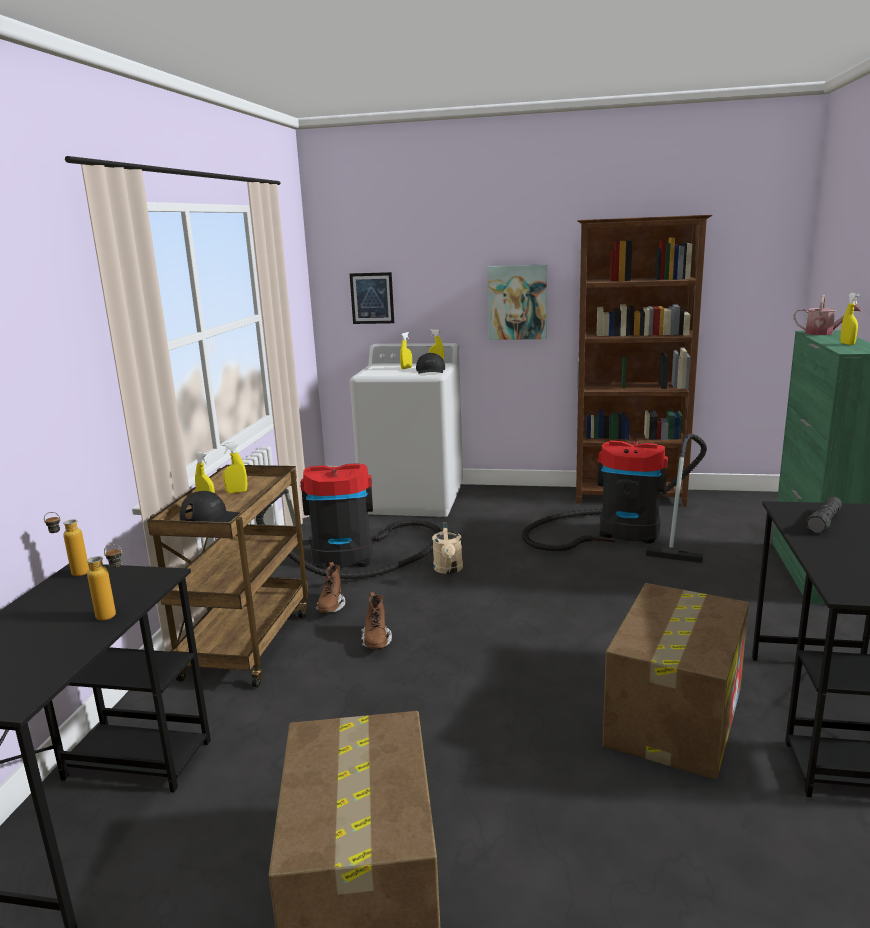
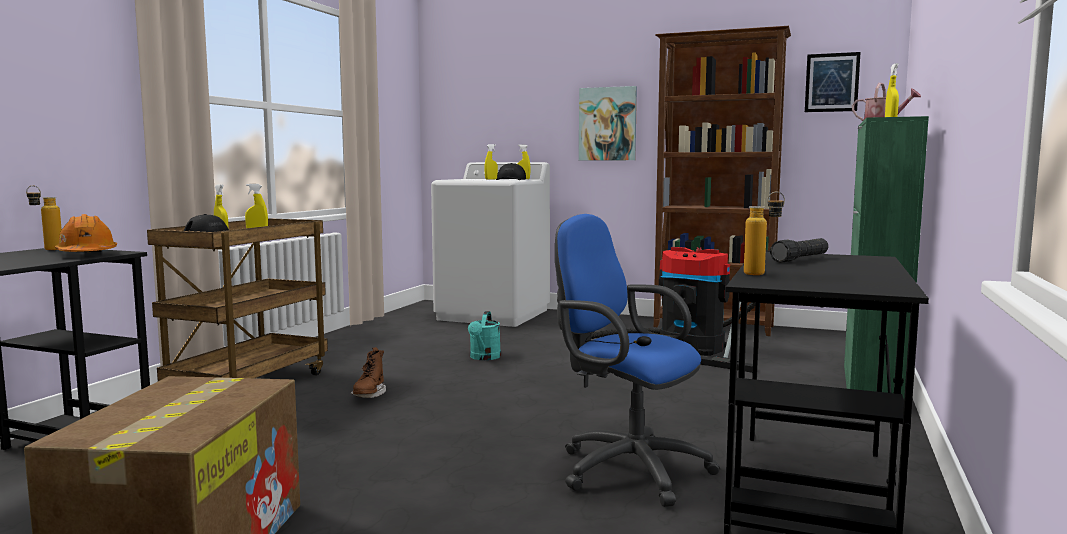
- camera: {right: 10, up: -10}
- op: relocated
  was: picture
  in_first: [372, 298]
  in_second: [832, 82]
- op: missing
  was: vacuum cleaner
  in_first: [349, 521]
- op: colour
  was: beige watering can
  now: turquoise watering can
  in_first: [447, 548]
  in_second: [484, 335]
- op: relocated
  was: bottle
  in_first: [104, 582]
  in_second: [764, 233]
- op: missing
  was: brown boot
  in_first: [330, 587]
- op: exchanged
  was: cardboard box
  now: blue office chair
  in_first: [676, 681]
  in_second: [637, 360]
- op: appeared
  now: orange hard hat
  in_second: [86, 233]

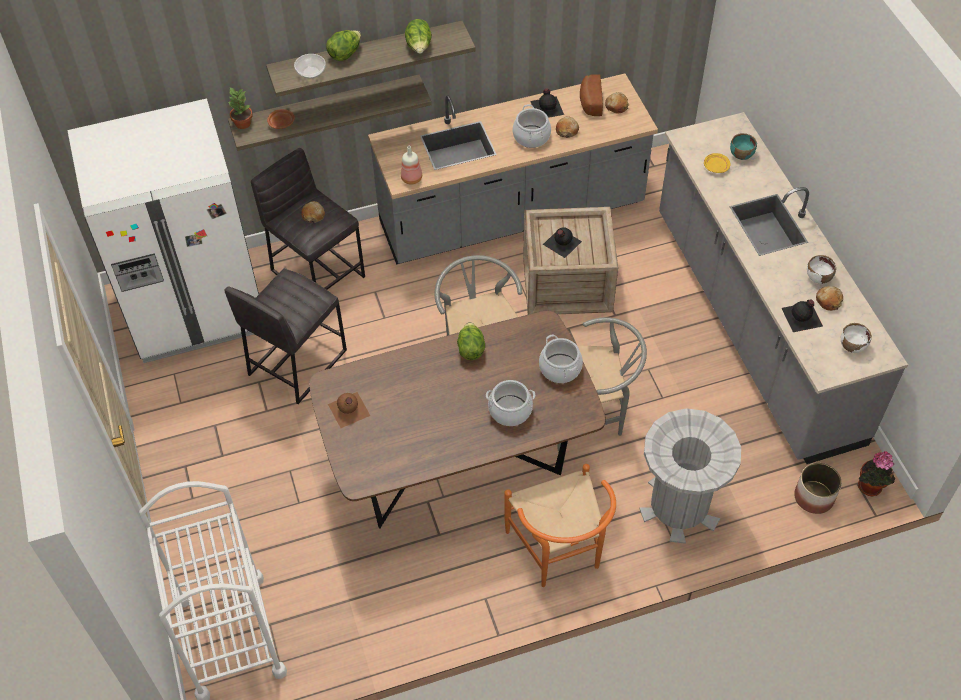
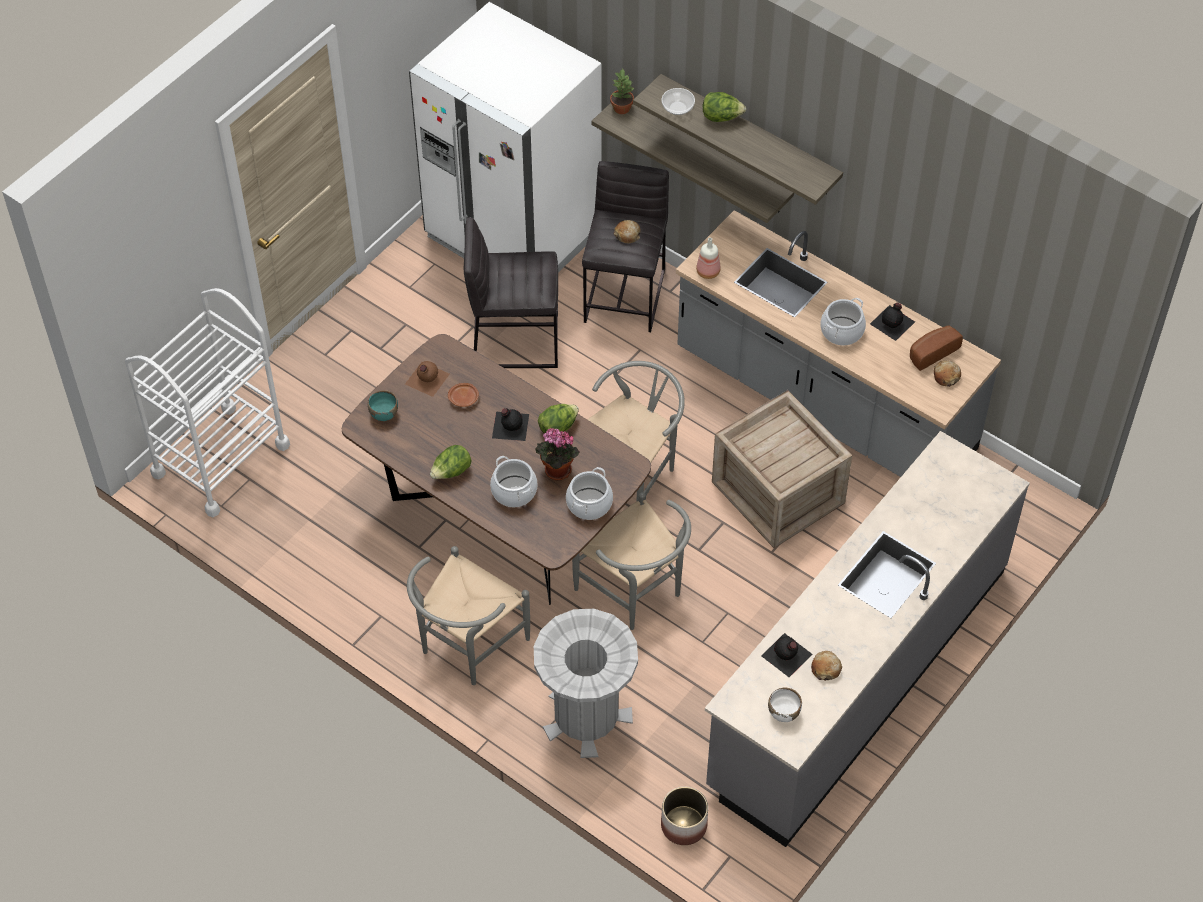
- camera: {right: 55, up: 0}
- op: relocated
  was: lettuce
  in_first: [418, 36]
  in_second: [451, 462]
- op: relocated
  was: brown plate
  in_first: [281, 119]
  in_second: [463, 395]
- op: missing
  was: bread
  in_first: [567, 127]
- op: relocated
  was: turquoise bowl
  in_first: [743, 146]
  in_second: [383, 405]
- op: missing
  was: yellow plate
  in_first: [717, 163]
- op: relocated
  was: black bottle
  in_first: [562, 242]
  in_second: [510, 424]
- op: missing
  was: white bowl
  in_first: [821, 269]
- op: relocated
  was: potted plant
  in_first: [876, 474]
  in_second: [557, 454]
- op: colour
  was: orange chair
  now: grey chair
  in_first: [560, 525]
  in_second: [468, 615]

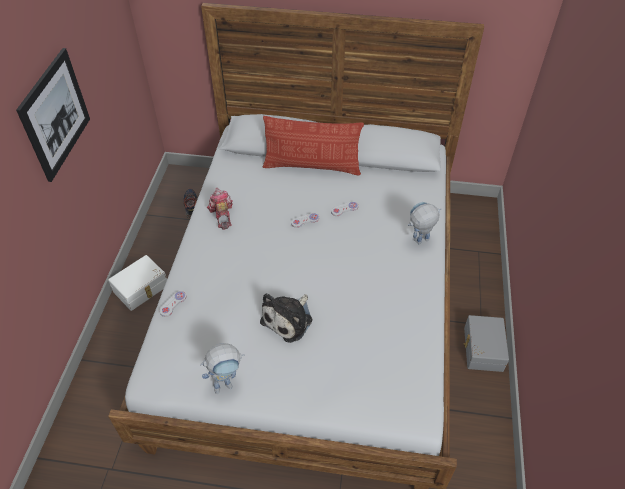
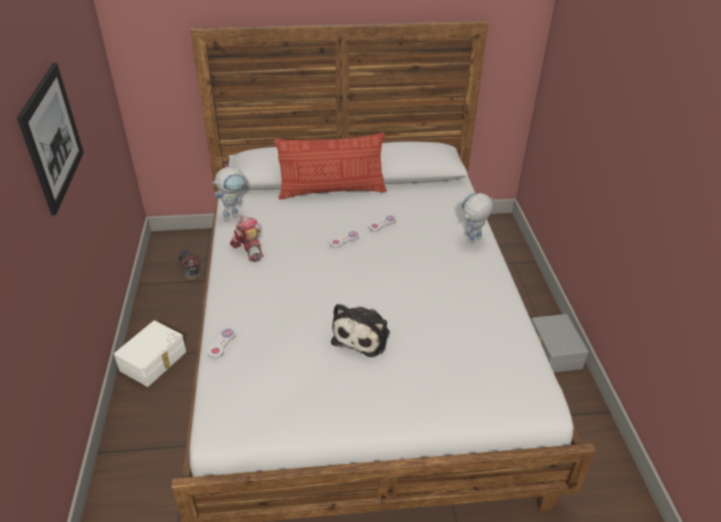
- camera: {right: -15, up: -10}
- op: relocated
  was: toy robot
  in_first: [222, 368]
  in_second: [229, 194]

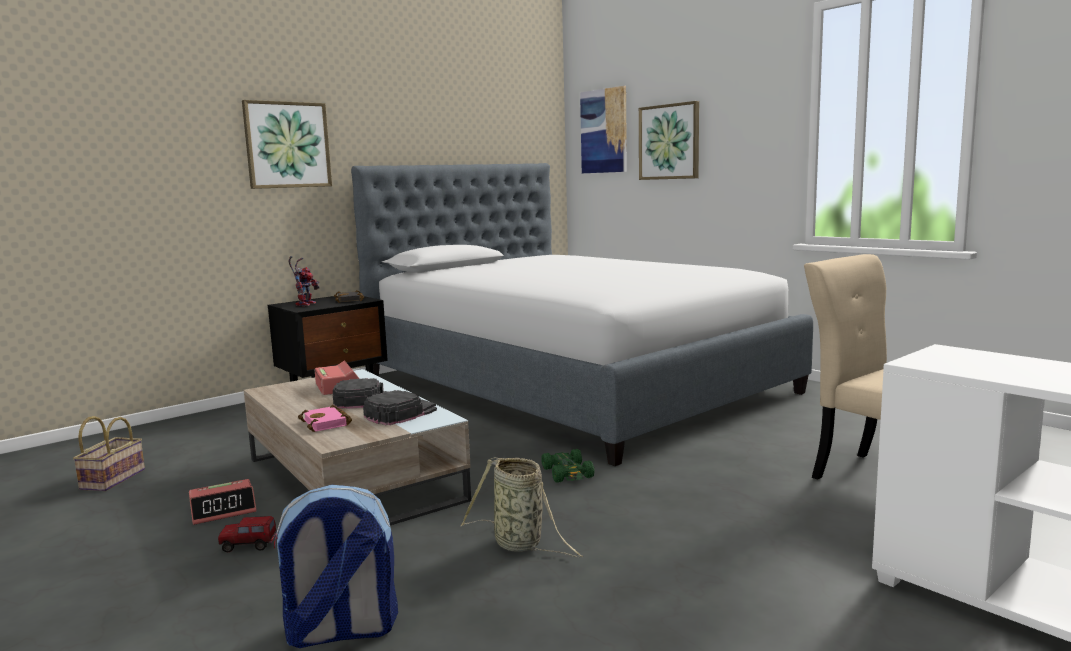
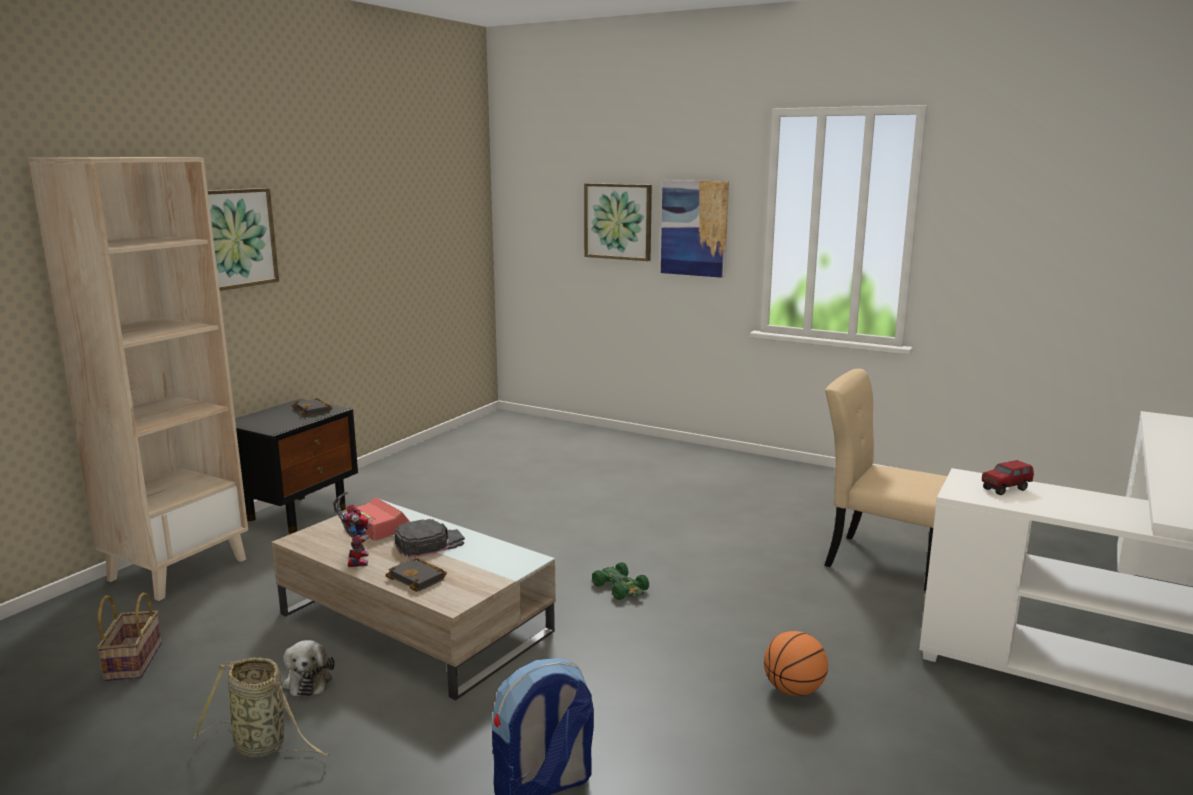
- camera: {right: -20, up: 5}
- op: relocated
  was: picture
  in_first: [603, 129]
  in_second: [695, 229]
- op: missing
  was: bed
  in_first: [582, 314]
- op: relocated
  was: toy robot
  in_first: [304, 281]
  in_second: [351, 529]
- op: missing
  was: black cap
  in_first: [400, 407]
- op: colour
  was: pink book
  now: black book
  in_first: [325, 418]
  in_second: [416, 574]
- op: relocated
  was: basket
  in_first: [522, 507]
  in_second: [261, 707]
- op: exchanged
  was: alarm clock
  now: plush toy
  in_first: [223, 502]
  in_second: [308, 669]
- op: relocated
  was: toy truck
  in_first: [247, 534]
  in_second: [1008, 477]
- op: appeared
  now: beige bookcase
  in_second: [138, 379]
- op: appeared
  now: basketball
  in_second: [796, 663]

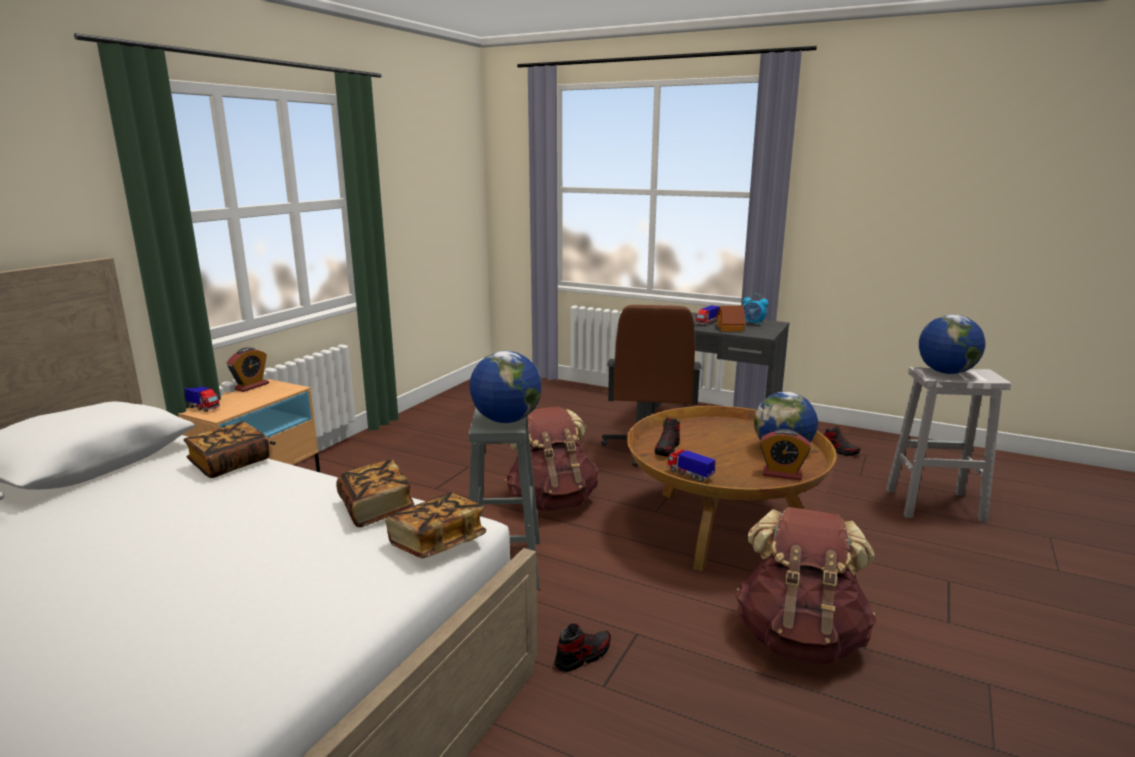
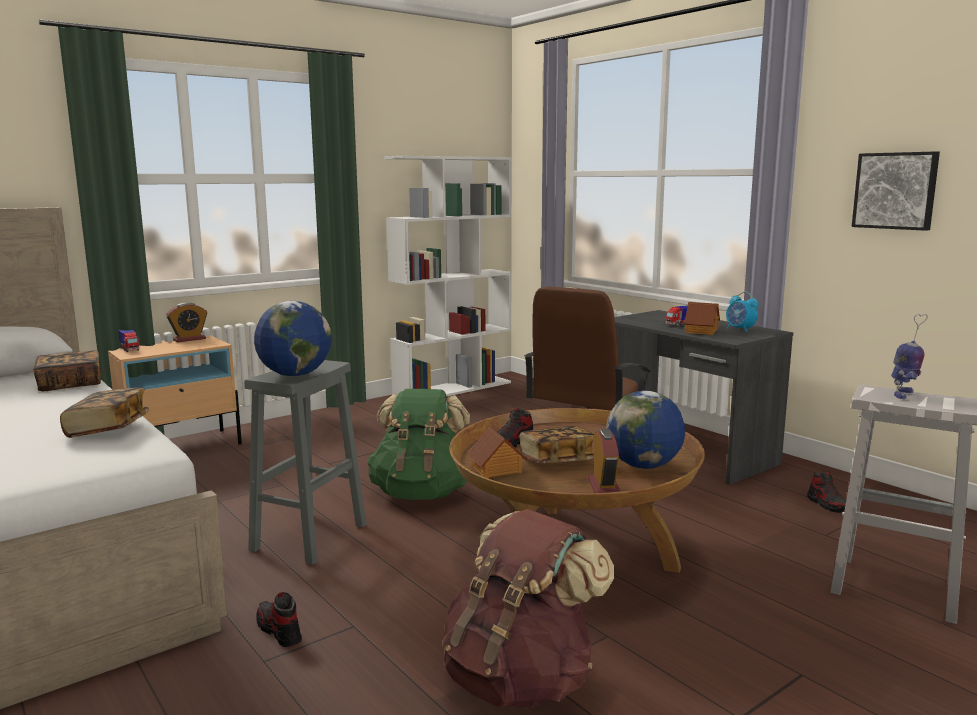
- camera: {right: 25, up: -5}
- op: exchanged
  was: globe
  now: toy robot
  in_first: [952, 344]
  in_second: [909, 356]
- op: colour
  was: brown backpack
  now: green backpack
  in_first: [552, 458]
  in_second: [418, 444]
- op: spun
  was: alarm clock
  in_first: [785, 454]
  in_second: [604, 461]
  clockwise: -135
- op: exchanged
  was: toy truck
  now: toy house
  in_first: [691, 465]
  in_second: [497, 452]
- op: relocated
  was: book
  in_first: [436, 525]
  in_second: [556, 444]
- op: spun
  was: shoe
  in_first: [582, 647]
  in_second: [279, 619]
  clockwise: -120
- op: appeared
  now: picture
  in_second: [896, 191]
- op: appeared
  now: white bookcase
  in_second: [448, 276]

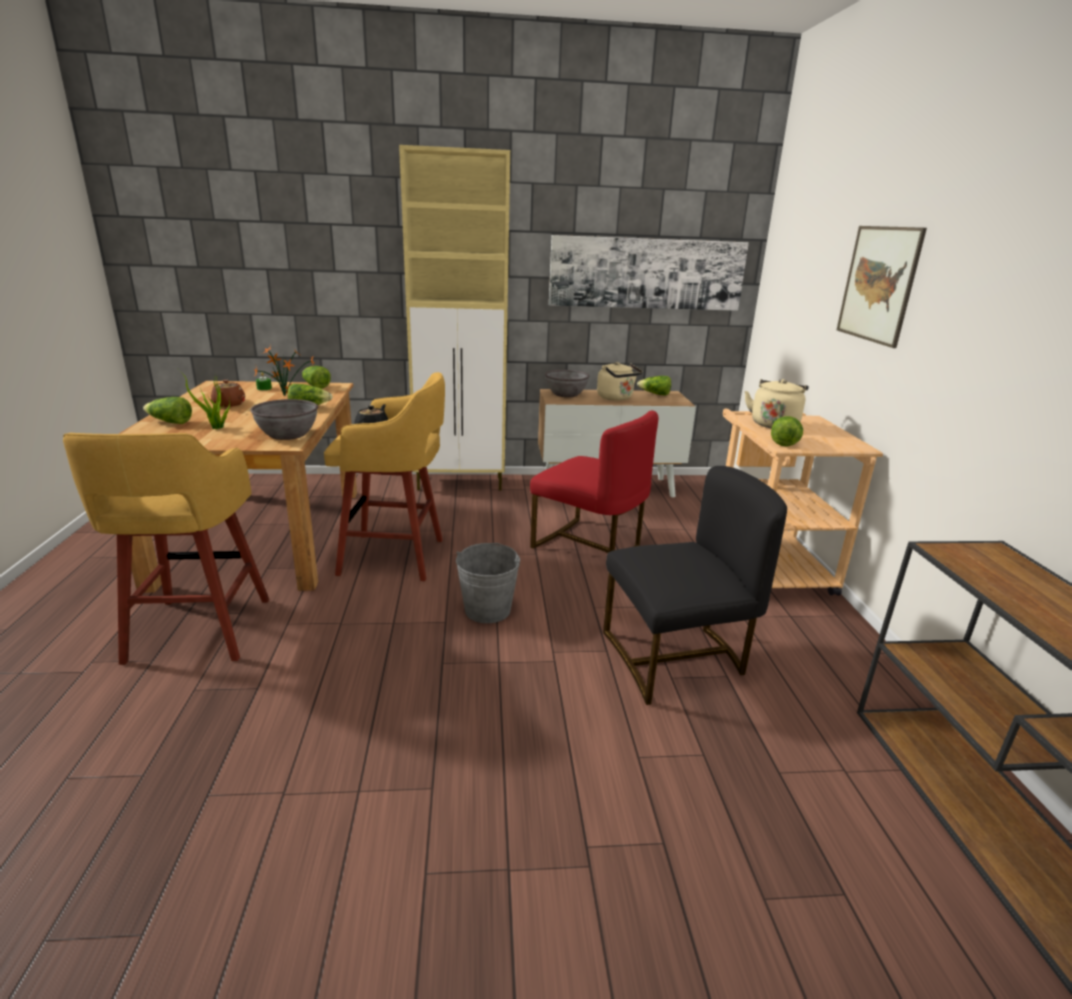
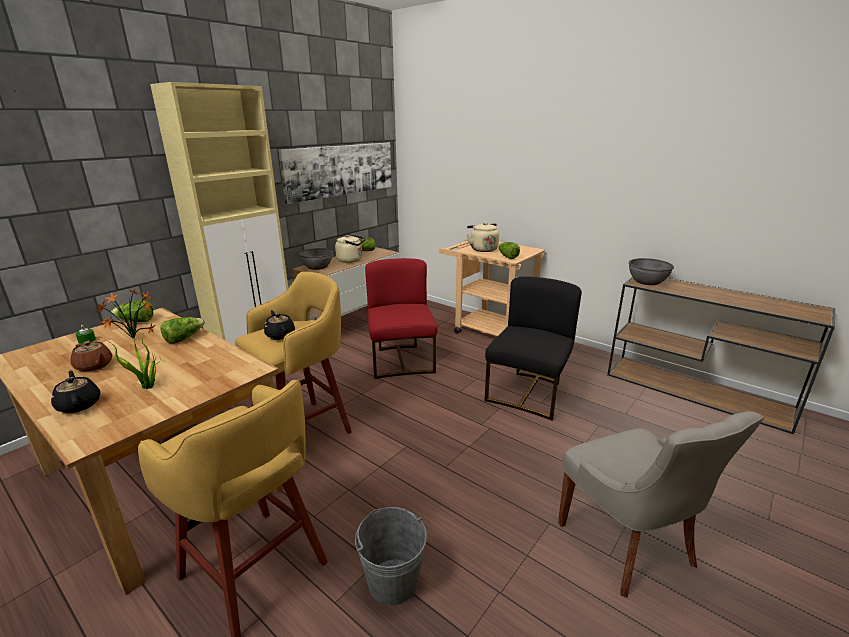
- camera: {right: -45, up: 0}
- op: missing
  was: picture
  in_first: [882, 287]
- op: exchanged
  was: lettuce
  now: black teapot
  in_first: [167, 410]
  in_second: [75, 391]
- op: relocated
  was: grey bowl
  in_first: [284, 419]
  in_second: [651, 271]
- op: spun
  was: red chair
  in_first: [594, 481]
  in_second: [401, 318]
  clockwise: -90
- op: relocated
  was: grey bucket
  in_first: [488, 583]
  in_second: [391, 556]
- op: appeared
  now: grey chair
  in_second: [661, 504]

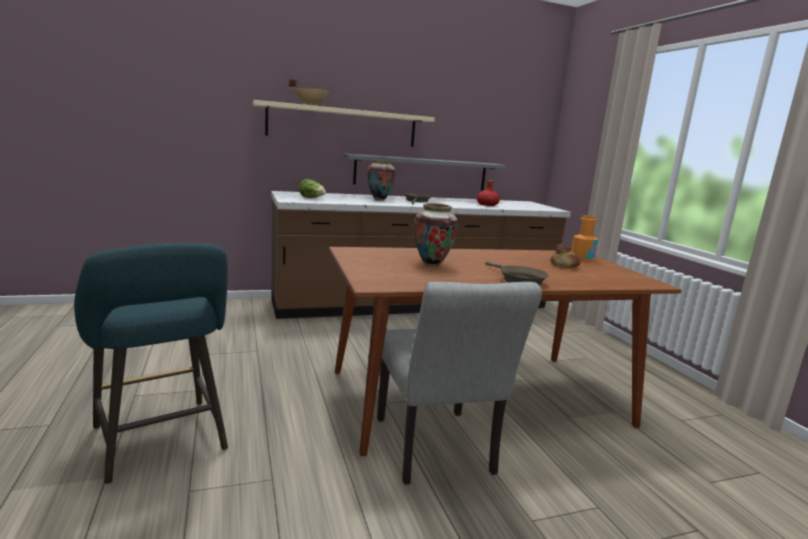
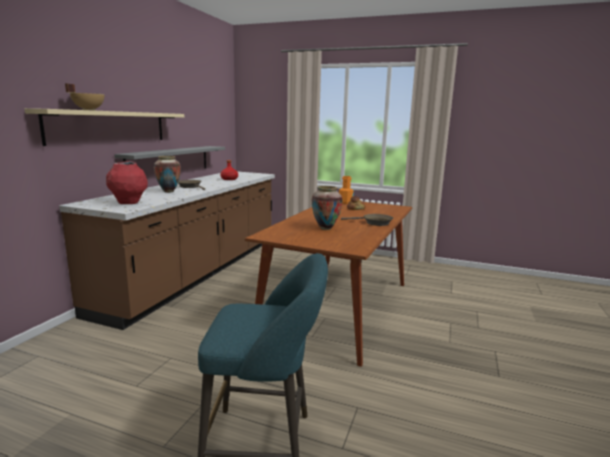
- camera: {right: -50, up: 0}
- op: exchanged
  was: lettuce
  now: red vase
  in_first: [312, 188]
  in_second: [127, 182]
- op: missing
  was: grey chair
  in_first: [459, 383]

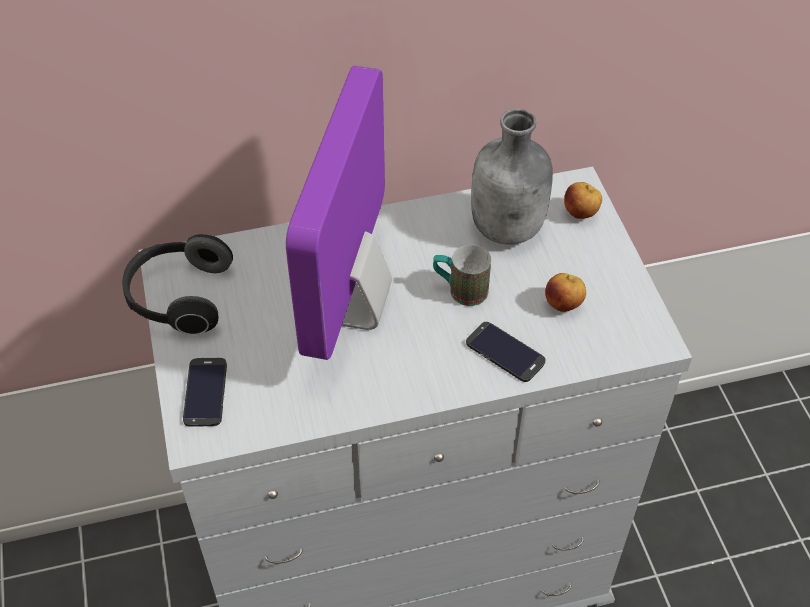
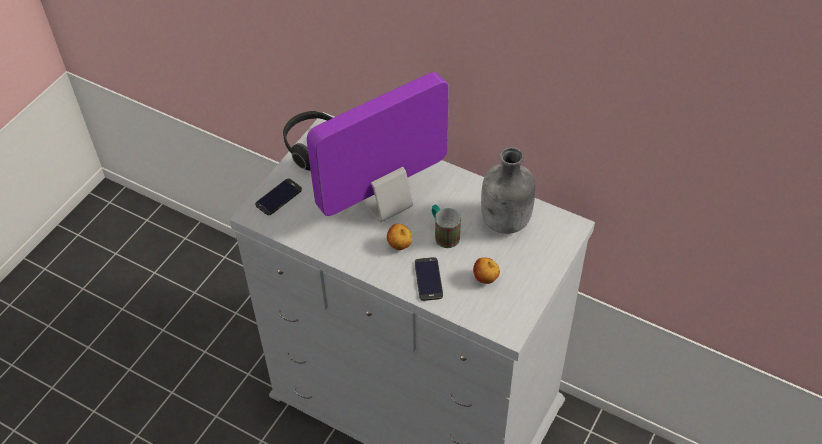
- camera: {right: 45, up: 0}
- op: relocated
  was: apple
  in_first: [583, 200]
  in_second: [399, 237]

